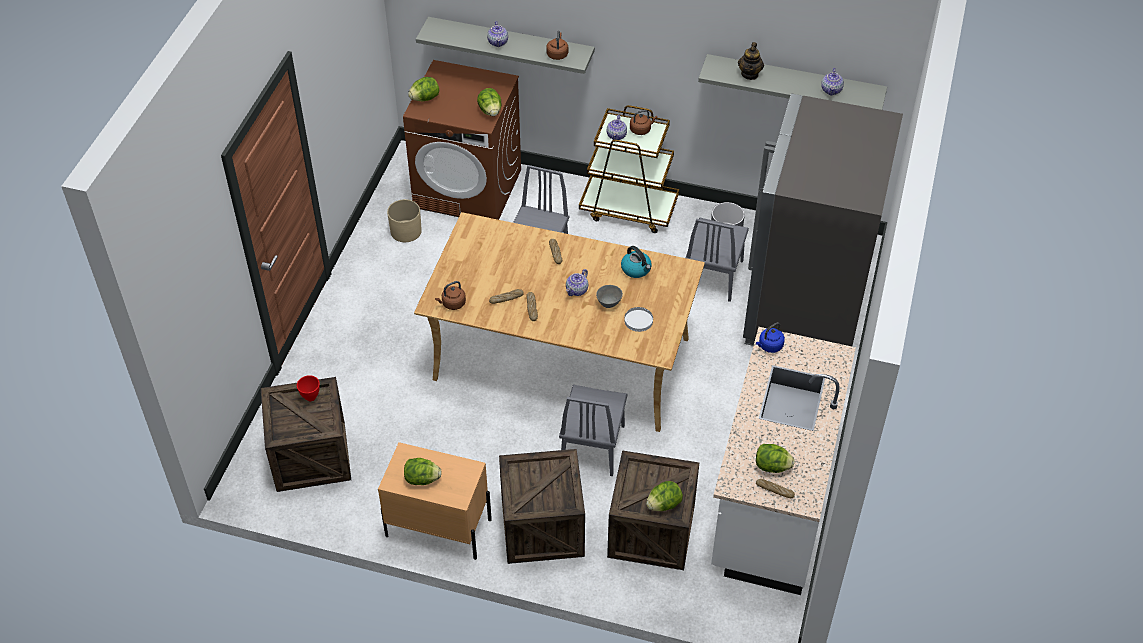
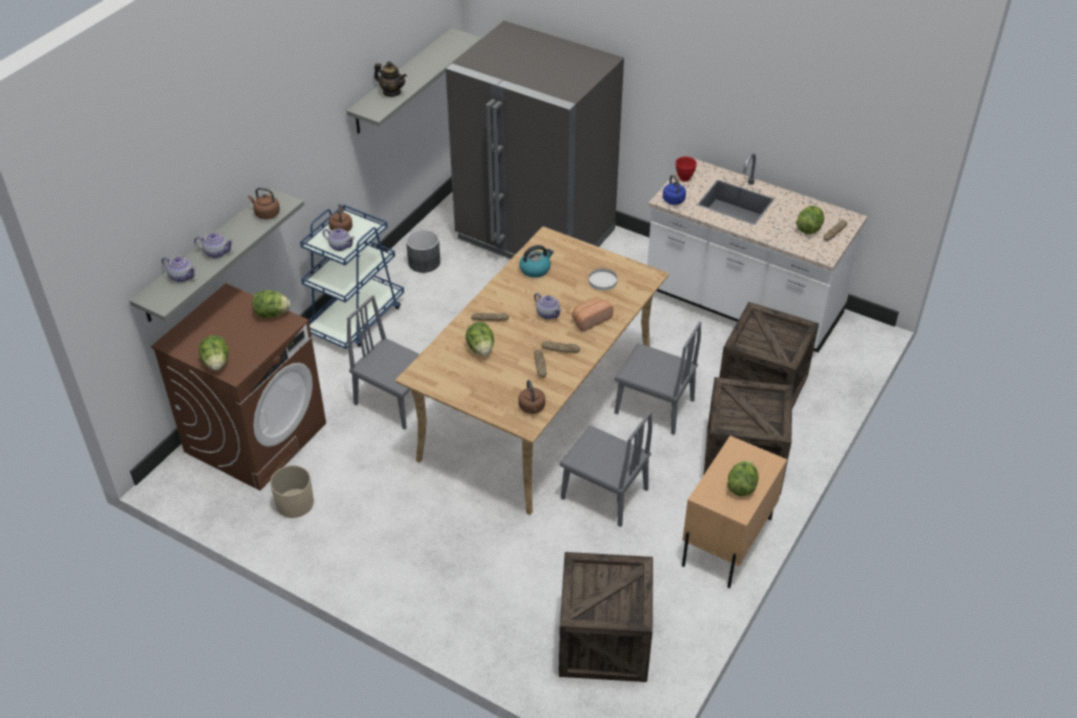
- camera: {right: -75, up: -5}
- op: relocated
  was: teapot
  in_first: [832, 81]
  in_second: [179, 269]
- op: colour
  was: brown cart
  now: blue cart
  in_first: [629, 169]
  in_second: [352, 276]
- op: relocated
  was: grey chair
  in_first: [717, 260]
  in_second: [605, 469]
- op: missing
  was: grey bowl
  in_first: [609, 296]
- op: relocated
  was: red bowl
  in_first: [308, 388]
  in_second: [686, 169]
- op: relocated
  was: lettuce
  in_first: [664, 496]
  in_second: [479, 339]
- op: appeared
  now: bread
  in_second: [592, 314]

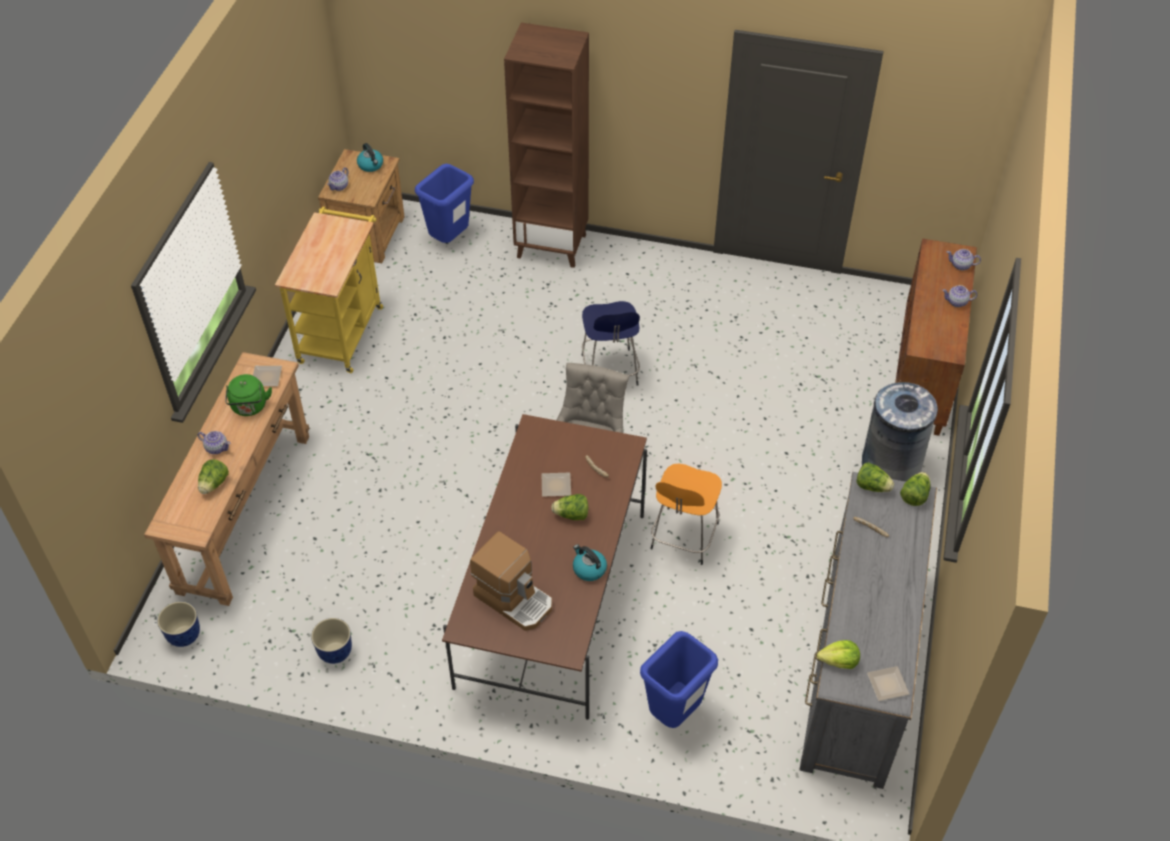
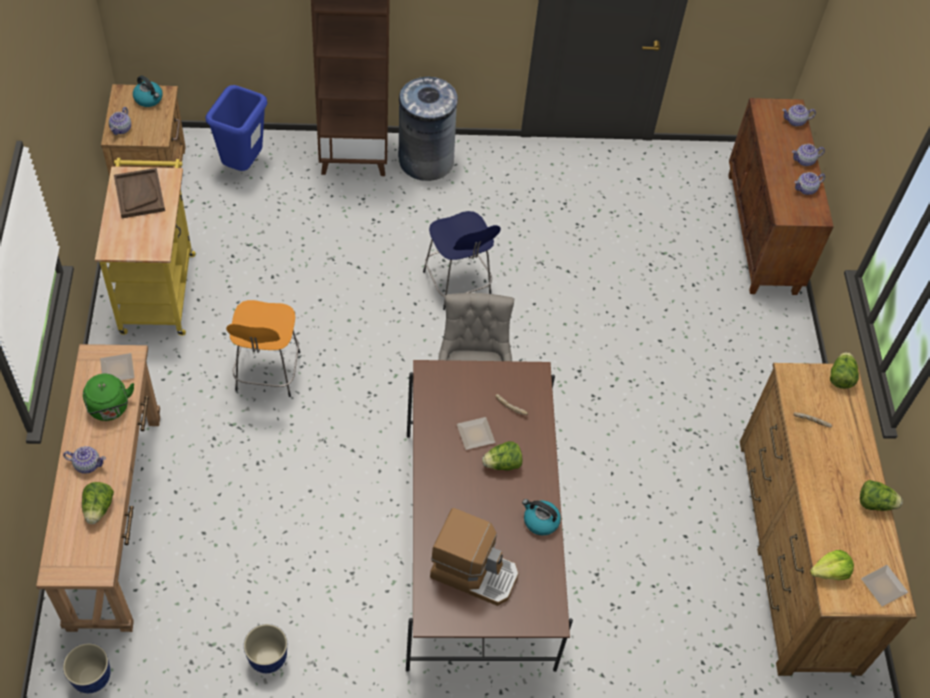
- camera: {right: -20, up: 5}
- op: relocated
  was: grey trash can
  in_first: [900, 431]
  in_second: [428, 129]
- op: relocated
  was: lettuce
  in_first: [875, 477]
  in_second: [881, 495]
- op: relocated
  was: orange stool
  in_first: [686, 514]
  in_second: [263, 348]
- op: colour
  was: grey dresser
  now: brown dresser
  in_first: [868, 630]
  in_second: [828, 519]
- op: missing
  was: blue trash can
  in_first: [679, 679]
- op: appeared
  now: brown tray
  in_second: [139, 193]
- op: appeared
  now: teapot
  in_second: [809, 183]

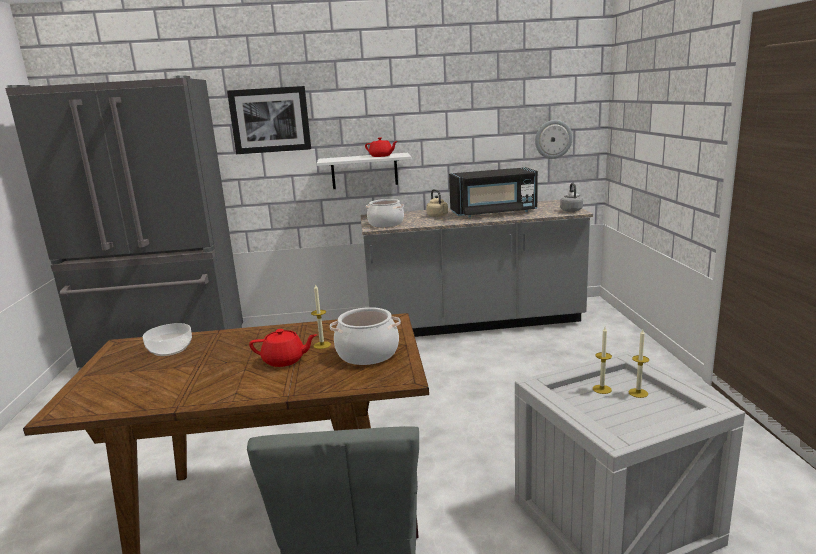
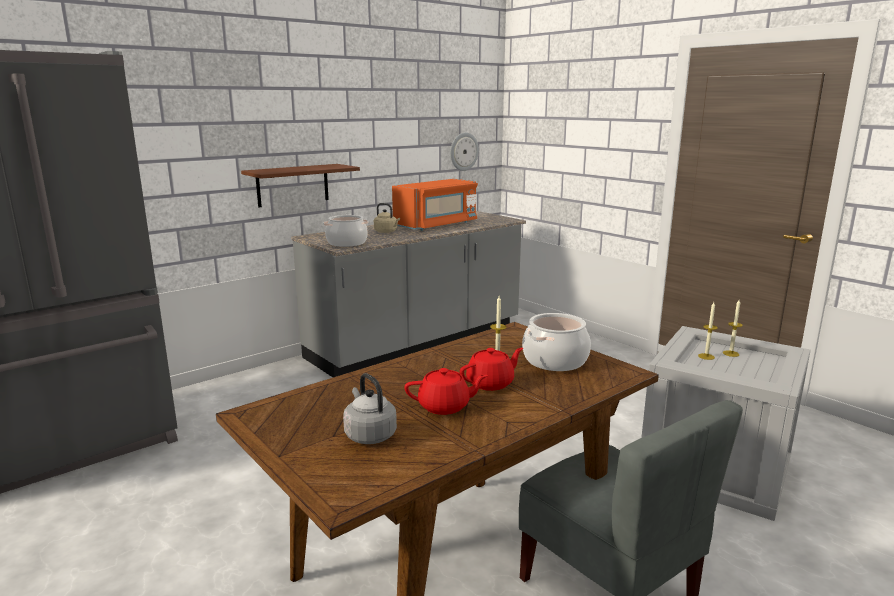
- camera: {right: -35, up: 0}
- op: missing
  was: picture
  in_first: [269, 120]
- op: relocated
  was: red teapot
  in_first: [381, 147]
  in_second: [446, 391]
- op: colour
  was: white shelf
  now: brown shelf
  in_first: [364, 171]
  in_second: [300, 186]
- op: colour
  was: black microwave
  now: orange microwave
  in_first: [493, 192]
  in_second: [435, 205]
- op: relocated
  was: grey kettle
  in_first: [571, 197]
  in_second: [370, 408]
- op: missing
  was: bowl
  in_first: [167, 339]

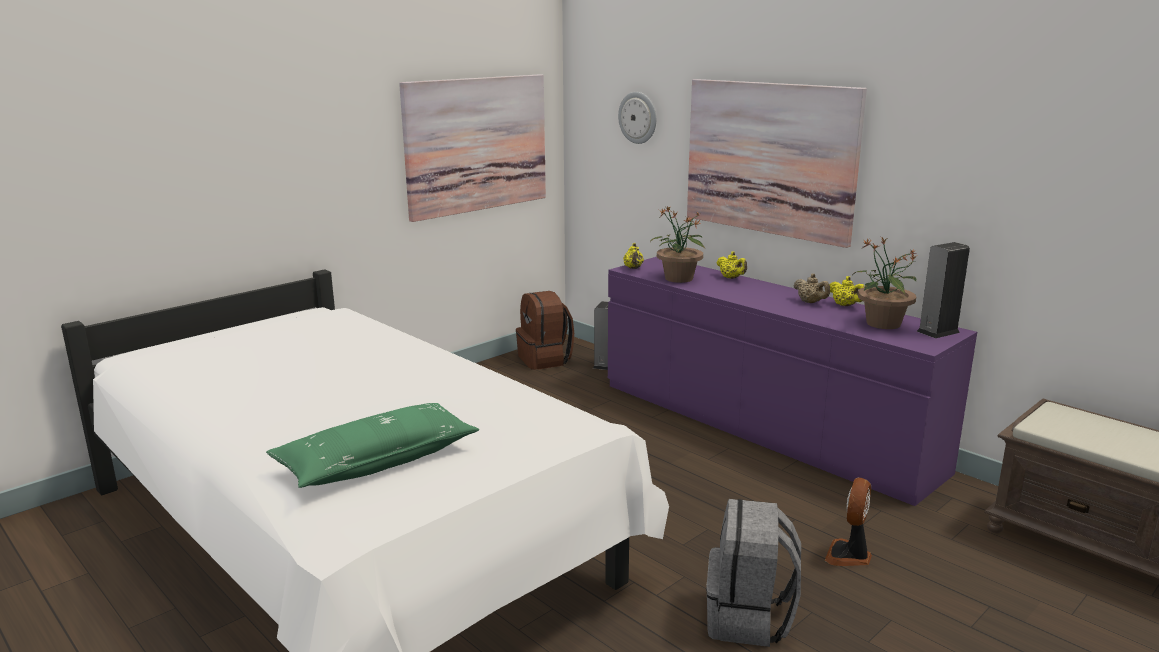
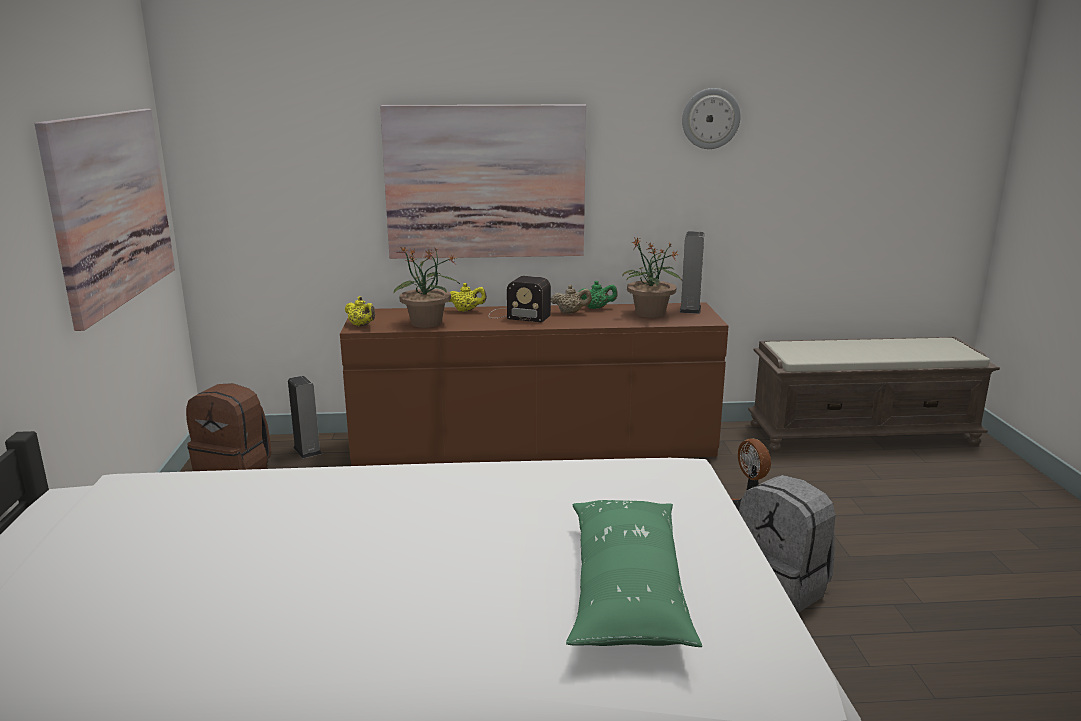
- camera: {right: -50, up: 0}
- op: relocated
  was: wall clock
  in_first: [637, 118]
  in_second: [711, 118]
- op: colour
  was: purple dresser
  now: brown dresser
  in_first: [792, 381]
  in_second: [534, 384]
- op: colour
  was: yellow teapot
  now: green teapot
  in_first: [847, 291]
  in_second: [598, 295]
- op: appeared
  now: radio
  in_second: [520, 299]

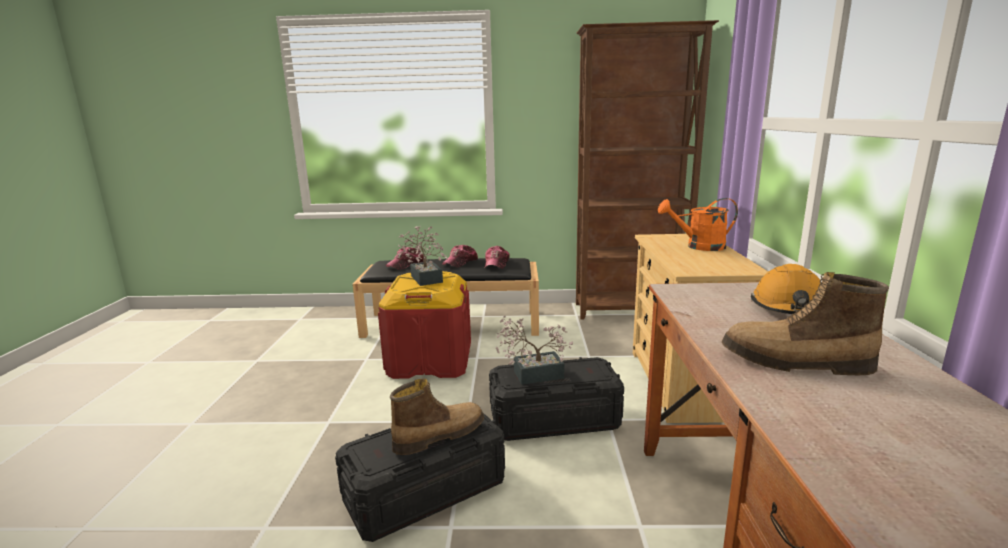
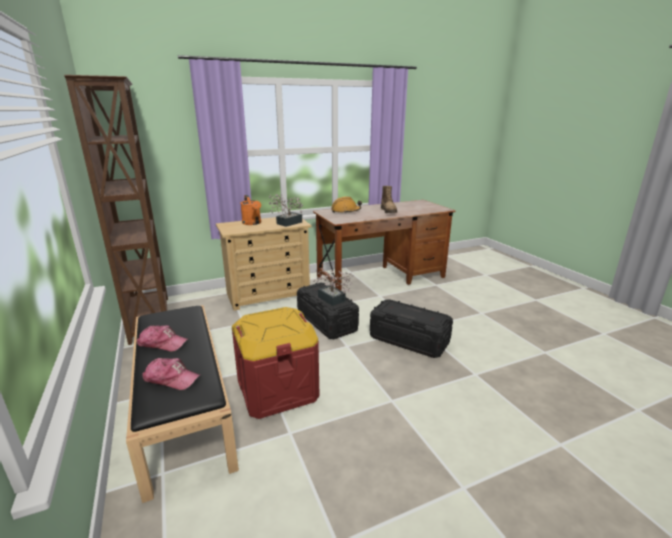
- camera: {right: -115, up: 5}
- op: relocated
  was: potted plant
  in_first: [423, 256]
  in_second: [286, 210]
- op: missing
  was: cap
  in_first: [497, 257]
- op: missing
  was: boot
  in_first: [437, 417]

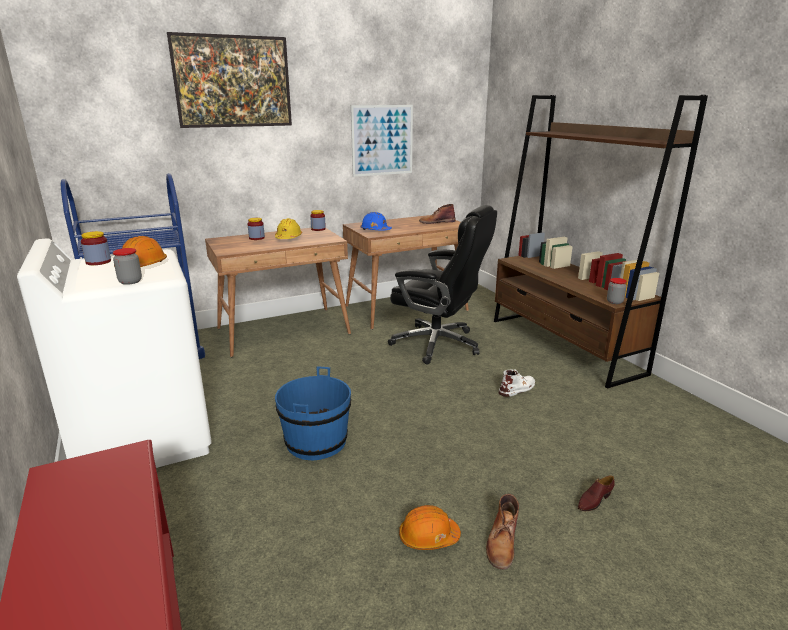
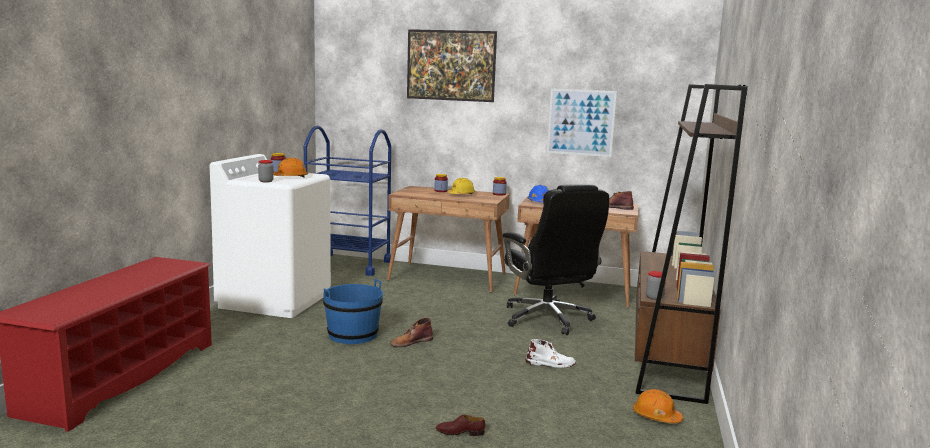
- camera: {right: 40, up: -10}
- op: relocated
  was: brown boot
  in_first: [502, 531]
  in_second: [411, 332]
- op: relocated
  was: orange hard hat
  in_first: [430, 527]
  in_second: [658, 406]

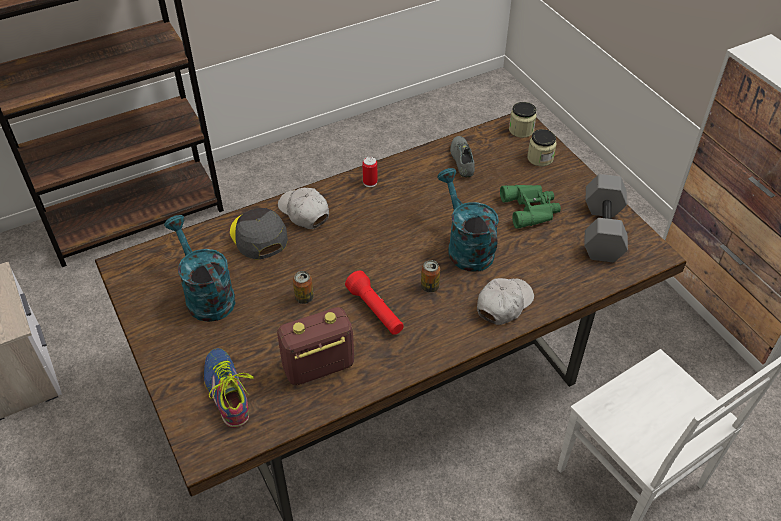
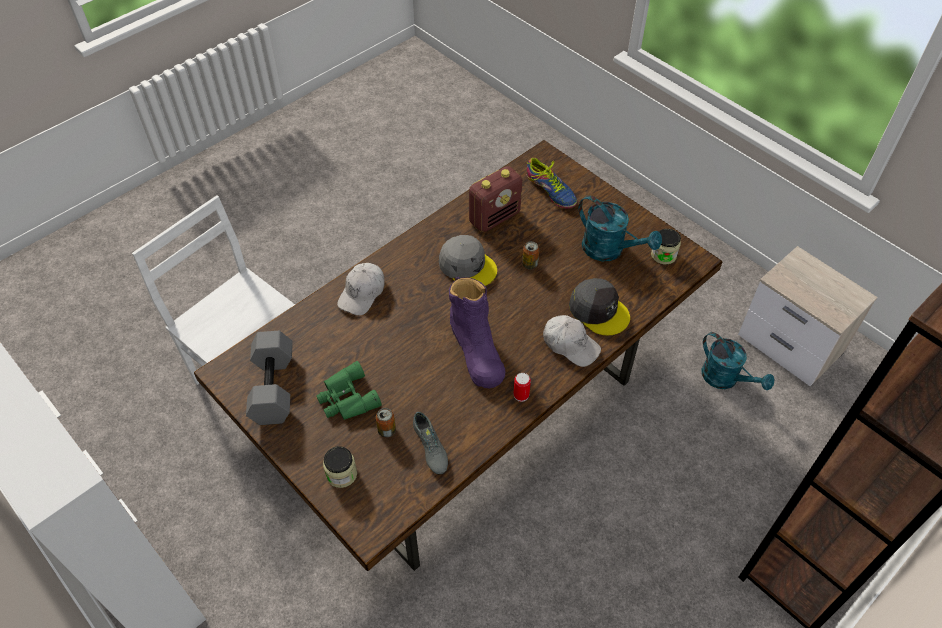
- camera: {right: 165, up: 5}
- op: relocated
  was: jar
  in_first: [523, 120]
  in_second: [666, 246]
- op: relocated
  was: turquoise watering can
  in_first: [468, 220]
  in_second: [737, 361]
- op: relocated
  was: can
  in_first: [430, 276]
  in_second: [386, 423]
- op: exchanged
  was: red flashlight
  now: grey cap
  in_first: [374, 303]
  in_second: [468, 260]
- op: appeared
  now: purple boot
  in_second: [477, 332]

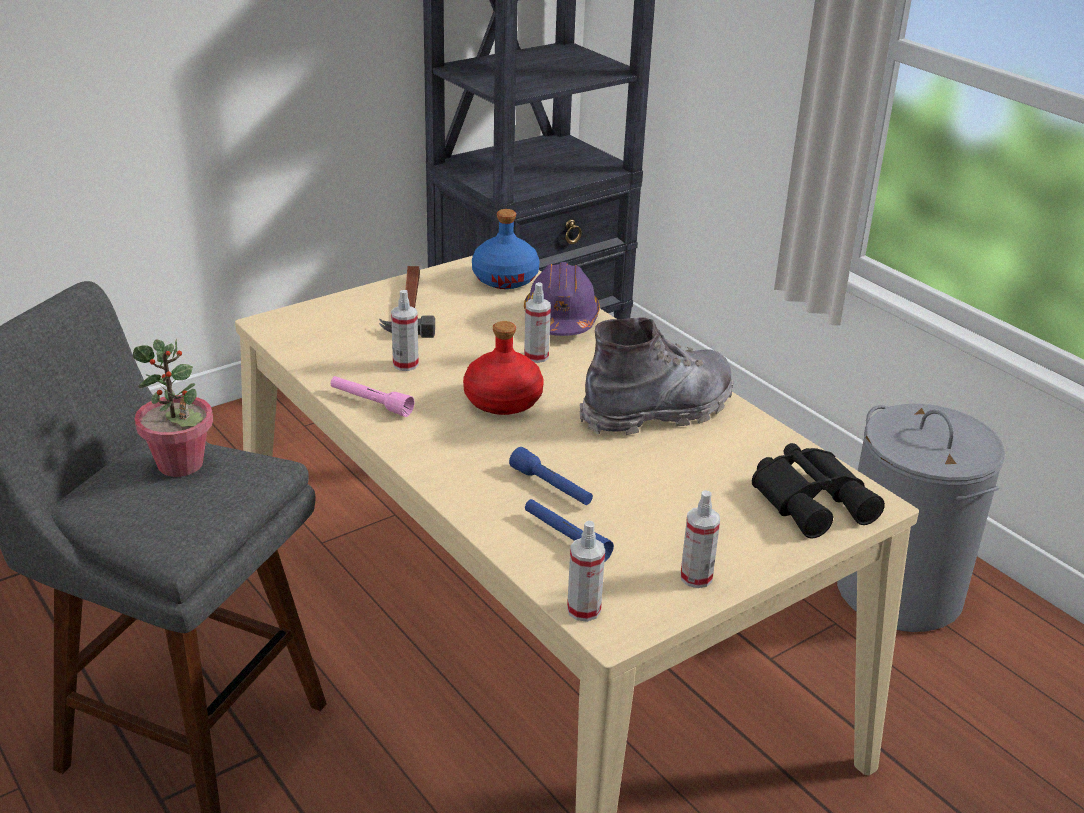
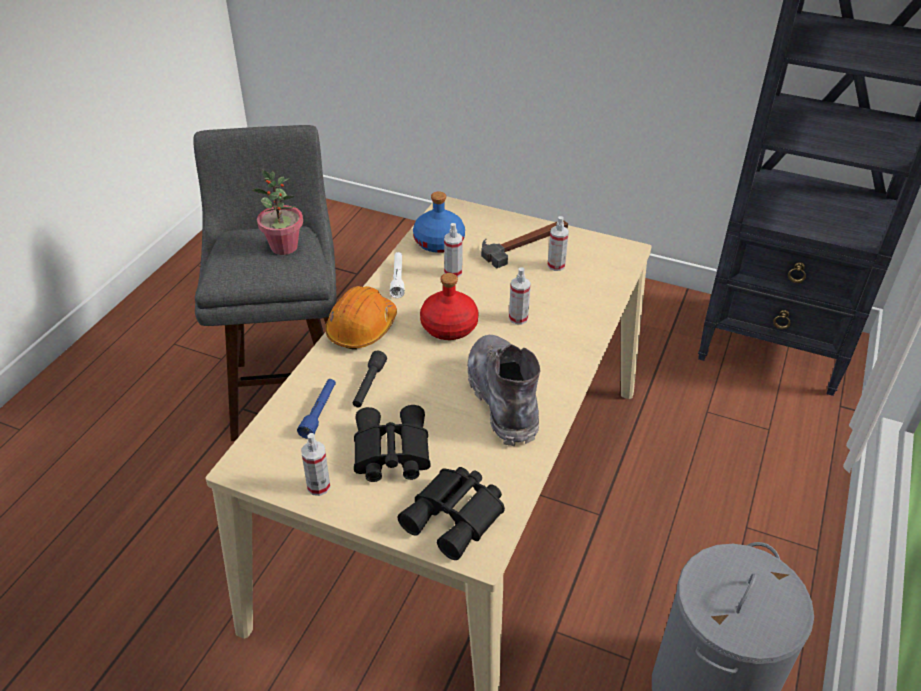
- camera: {right: 60, up: 10}
- op: relocated
  was: blue bottle
  in_first: [506, 249]
  in_second: [439, 222]
- op: missing
  was: purple hard hat
  in_first: [562, 299]
- op: spun
  was: grey boot
  in_first: [657, 376]
  in_second: [504, 390]
  clockwise: -135
- op: colour
  was: pink flashlight
  now: white flashlight
  in_first: [372, 396]
  in_second: [397, 275]
- op: colour
  was: blue flashlight
  now: black flashlight
  in_first: [551, 476]
  in_second: [370, 379]
- op: relocated
  was: spray bottle
  in_first: [586, 571]
  in_second: [558, 243]
- op: appeared
  now: orange hard hat
  in_second: [361, 318]
- op: appeared
  now: black binoculars
  in_second: [392, 443]

